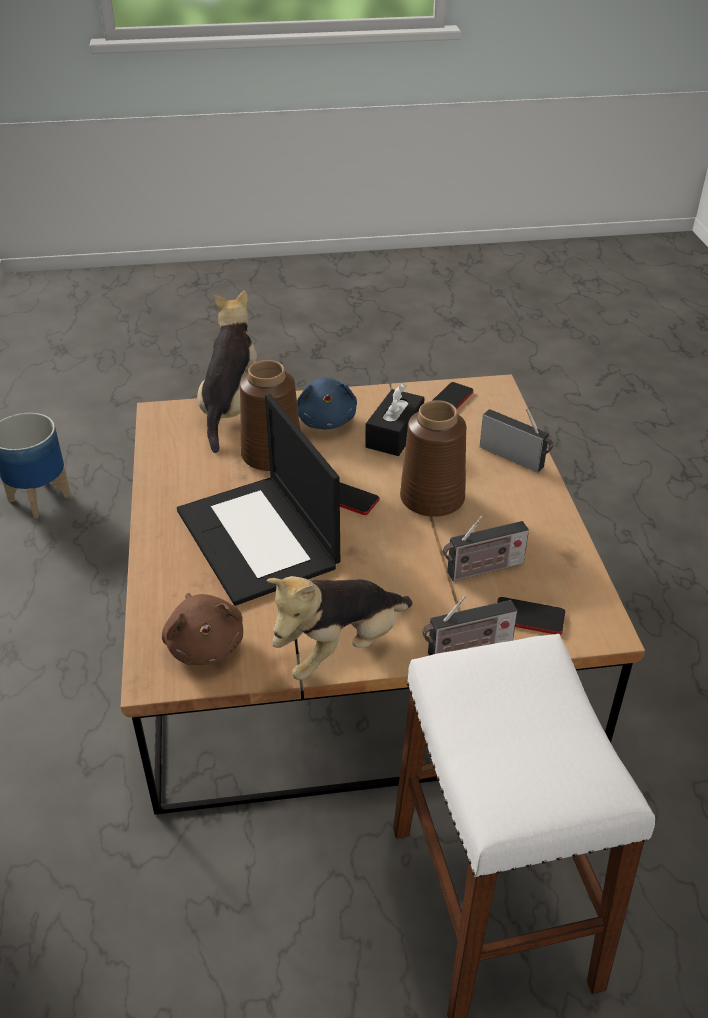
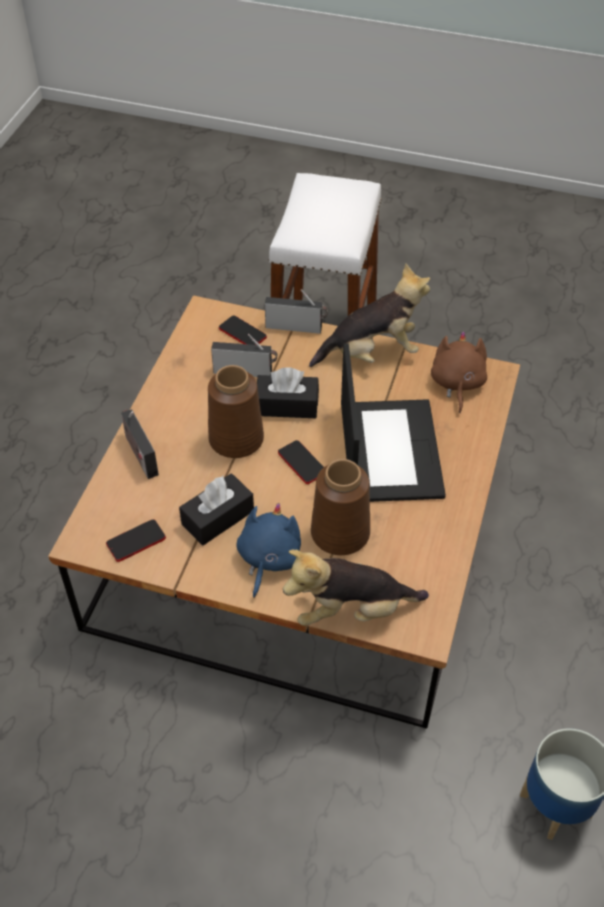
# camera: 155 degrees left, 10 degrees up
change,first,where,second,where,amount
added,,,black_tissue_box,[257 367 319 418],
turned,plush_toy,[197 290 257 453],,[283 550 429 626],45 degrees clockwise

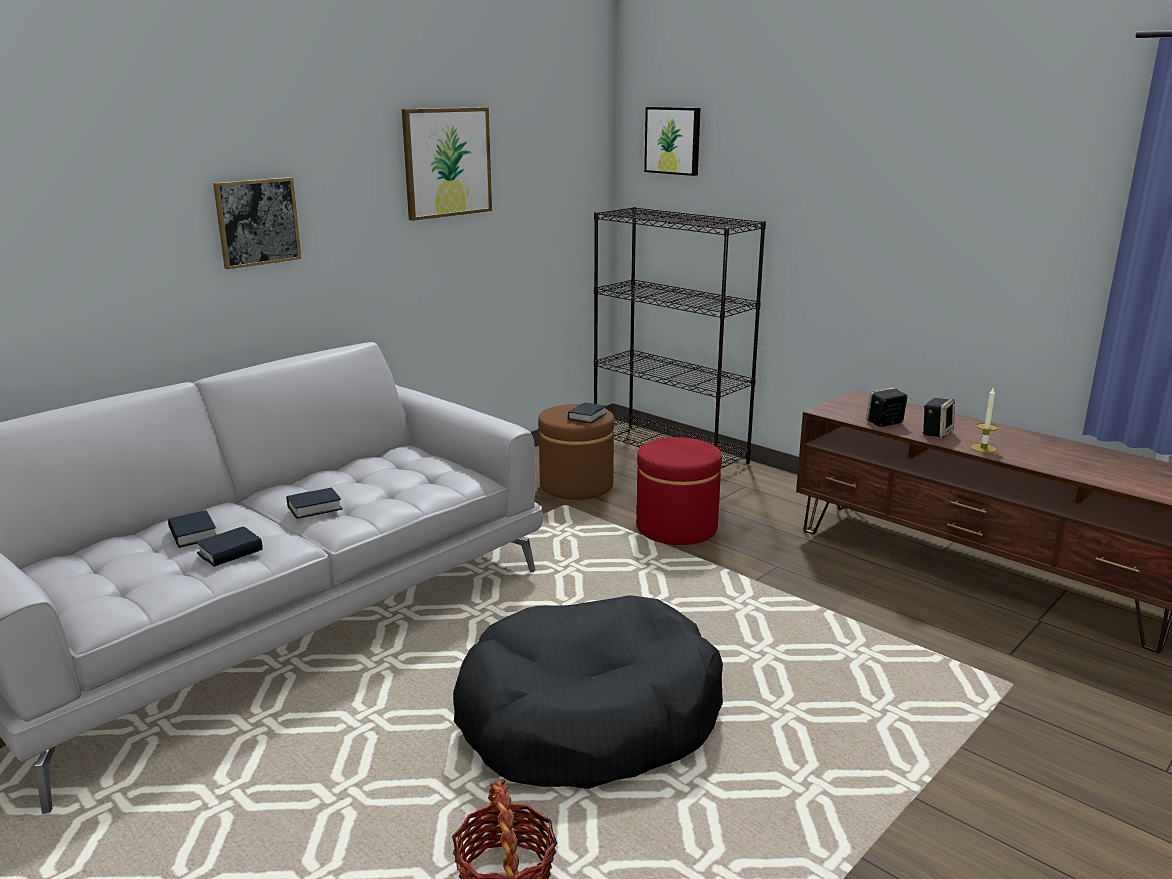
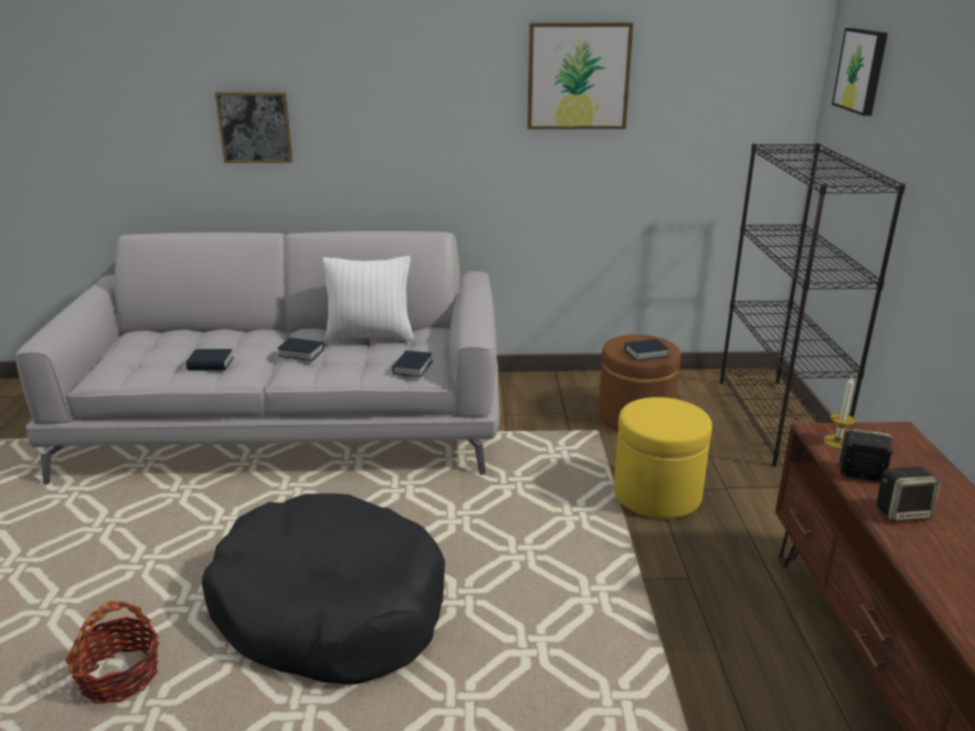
# camera: 45 degrees right, 5 degrees up
change,first,where,second,where,amount
moved,picture,[213 177 302 269],,[215 92 293 163],
added,,,white_pillow,[322 256 414 342],
moved,book,[168 510 216 548],,[392 351 433 377],
recoloured,red_ottoman,[636 437 722 545],yellow_ottoman,[614 397 712 519],
moved,candle,[971 388 998 453],,[823 377 856 449],

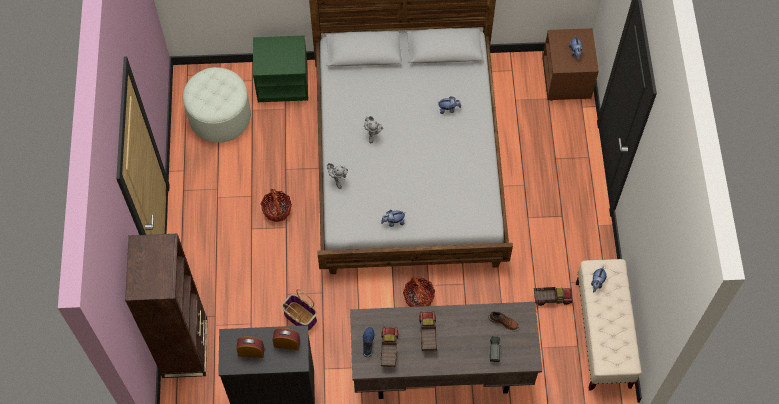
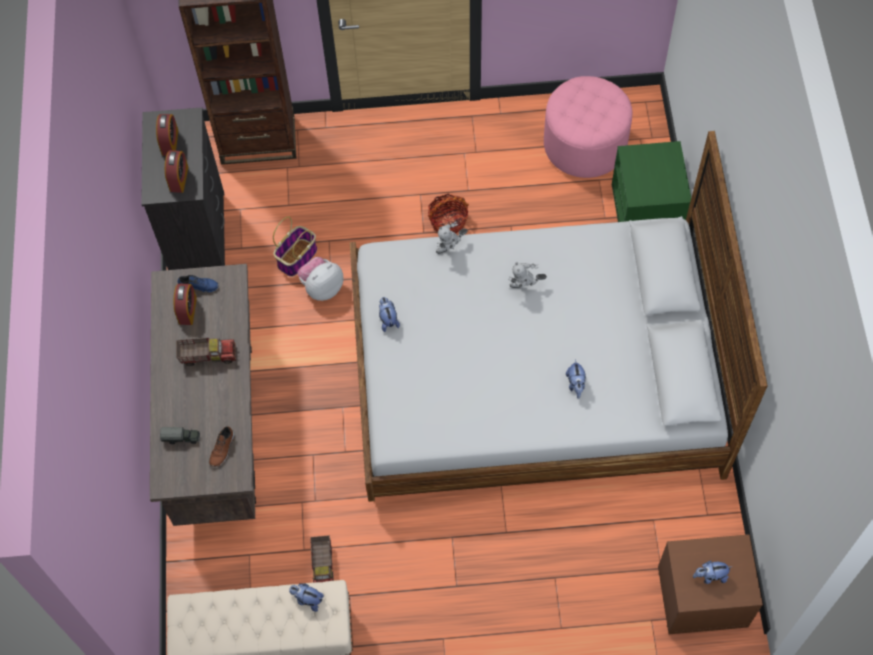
# camera: 90 degrees right, 0 degrees up
change,first,where,second,where,amount
replaced,toy_truck,[381 327 398 367],alarm_clock,[174 283 197 325],
added,,,plush_toy,[297 257 344 301],
recoloured,white_ottoman,[183 67 251 143],pink_ottoman,[544 76 632 178],
removed,basket,[403 277 435 307],,,

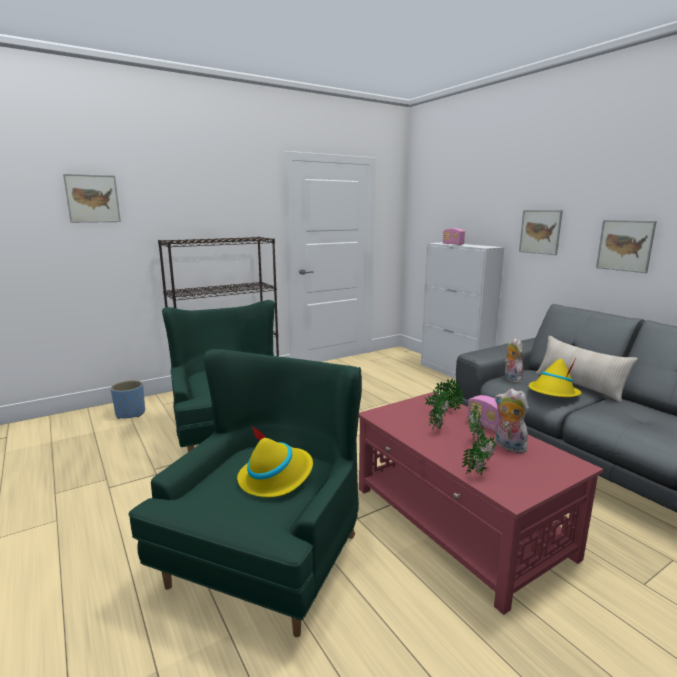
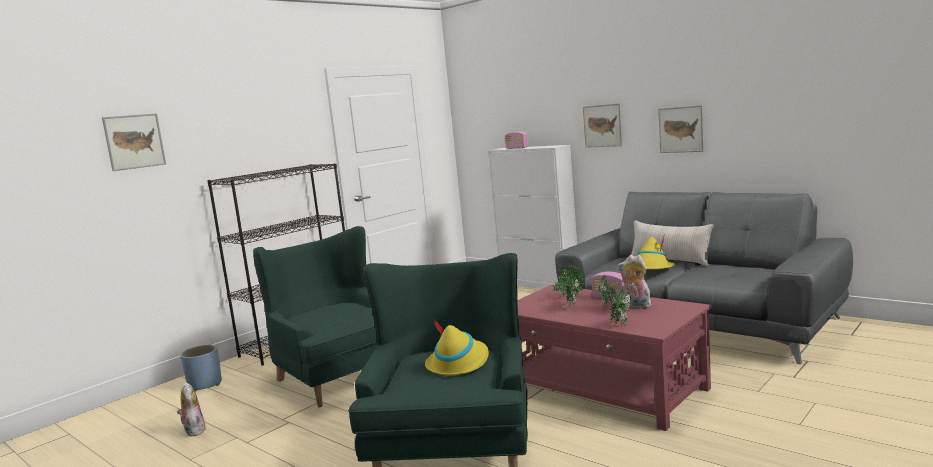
# camera: 15 degrees left, 5 degrees down
change,first,where,second,where,amount
moved,plush_toy,[505 338 524 383],,[177 382 206 436],

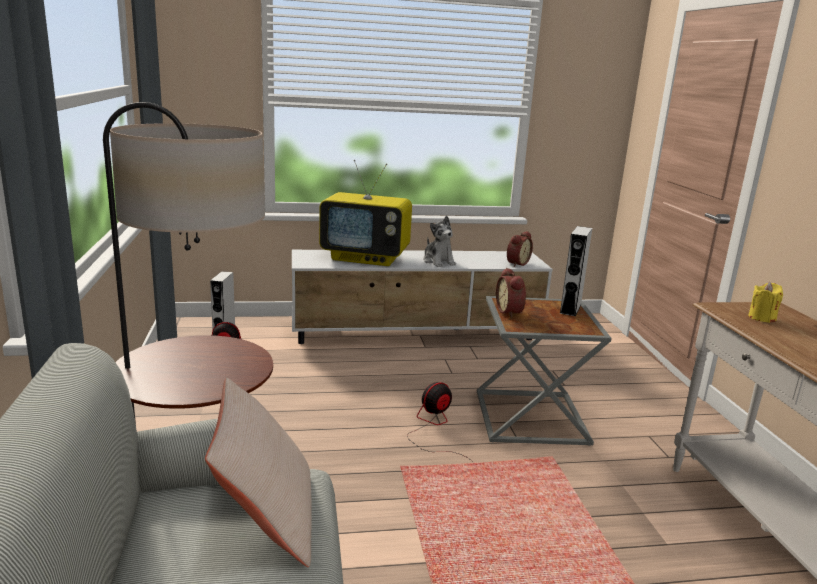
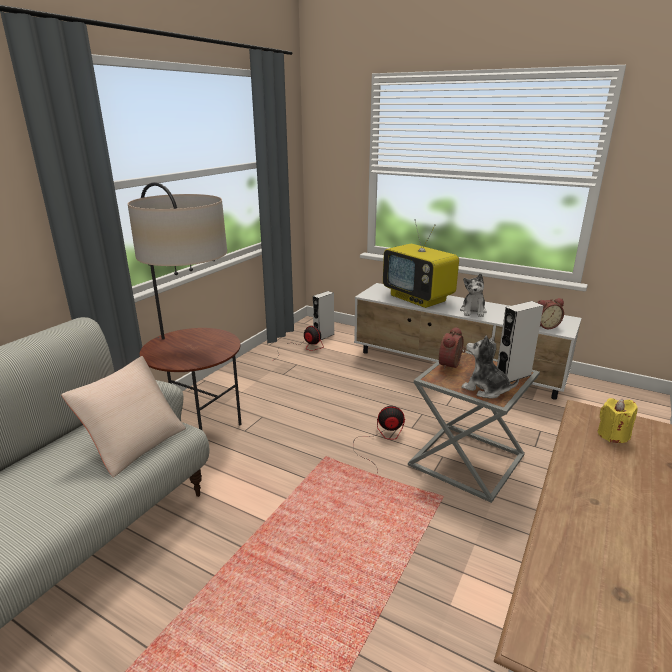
# camera: 40 degrees right, 5 degrees up
change,first,where,second,where,amount
added,,,plush_toy,[462 335 519 399],

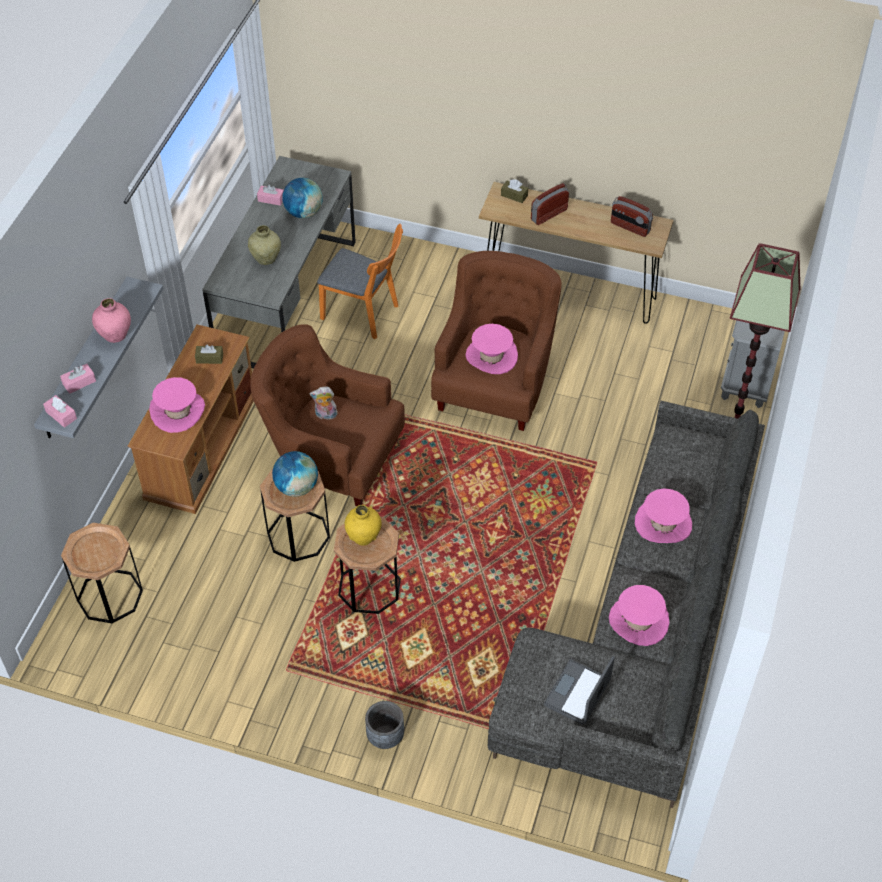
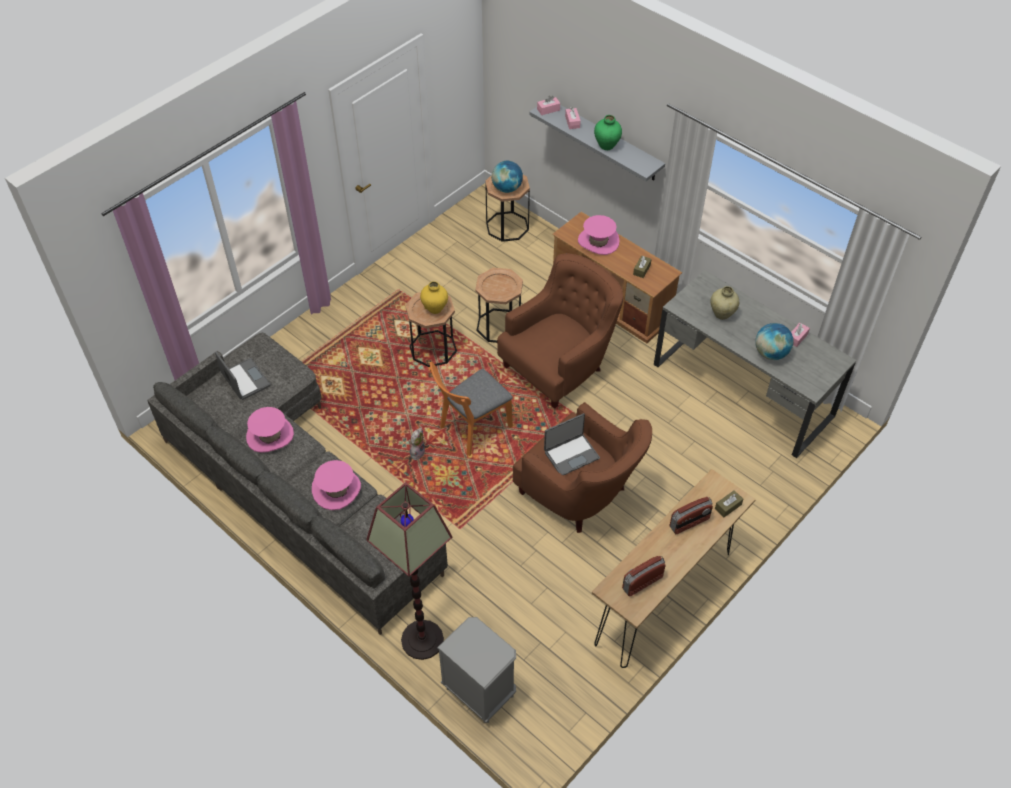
# camera: 115 degrees right, 0 degrees up
change,first,where,second,where,amount
moved,plush_toy,[309 387 338 420],,[409 428 425 460],
moved,orange_chair,[317 224 403 340],,[429 362 513 456],
moved,globe,[272 451 318 497],,[491 161 523 193],
replaced,pink_hat,[466 324 518 374],laptop,[544 413 600 475],
recoloured,pink_vase,[92 298 131 343],green_vase,[594 115 622 150],
turned,radio,[531 183 569 225],,[670 497 713 534],75 degrees clockwise
removed,grey_planter,[365 701 404 749],,,

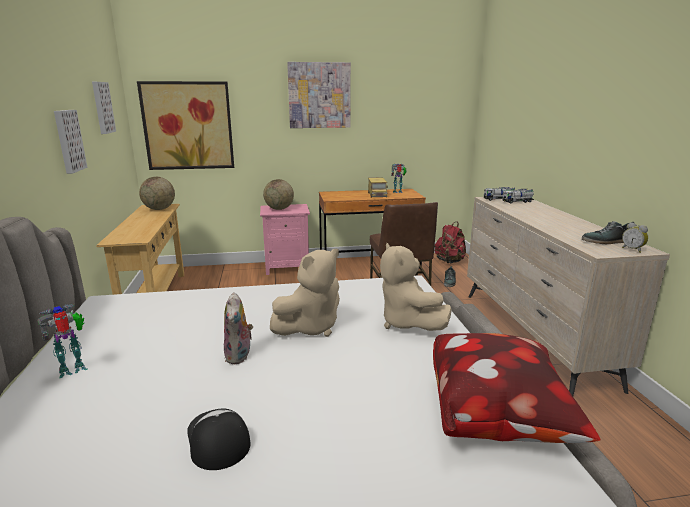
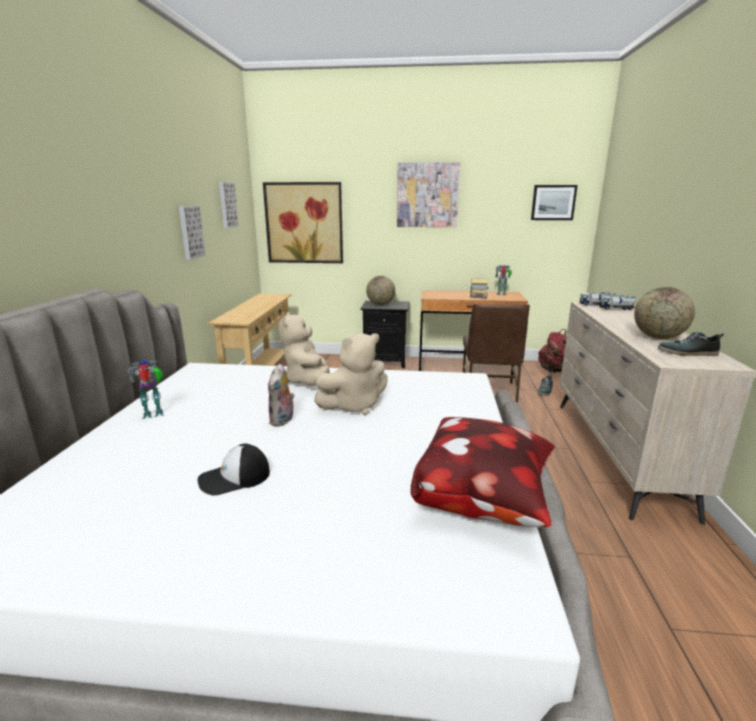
# camera: 15 degrees right, 0 degrees up
change,first,where,second,where,amount
turned,cap,[187 409 250 470],,[198 444 270 496],105 degrees counterclockwise
moved,beige_plush_toy,[380 243 452 331],,[279 312 330 386],
recoloured,pink_nightstand,[260 204 310 275],black_nightstand,[361 301 409 368],
added,,,picture,[531 185 578 220],
moved,globe,[139 177 175 210],,[634 287 695 339],
removed,alarm_clock,[622 222 648 253],,,

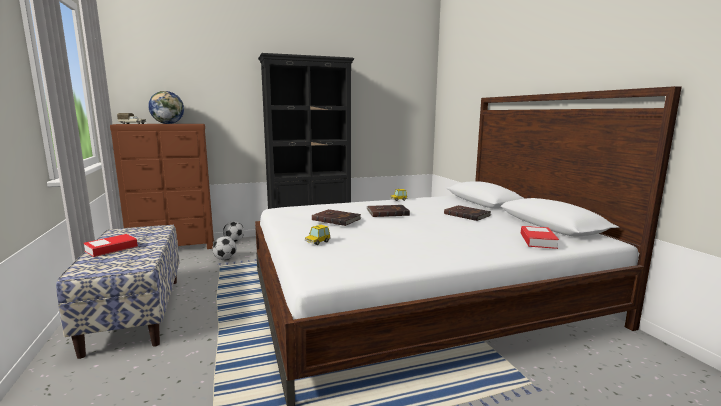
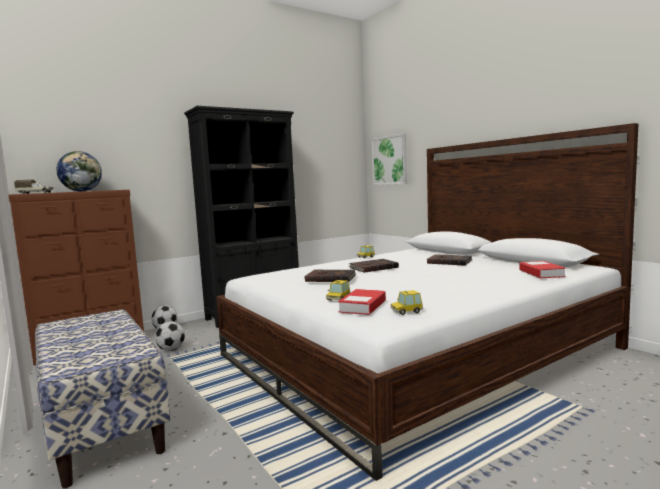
# camera: 15 degrees left, 5 degrees down
change,first,where,second,where,amount
moved,book,[83 234 138 257],,[338 289 386 315],
added,,,picture,[372 133 407 185],
added,,,toy_car,[391 290 423 315],

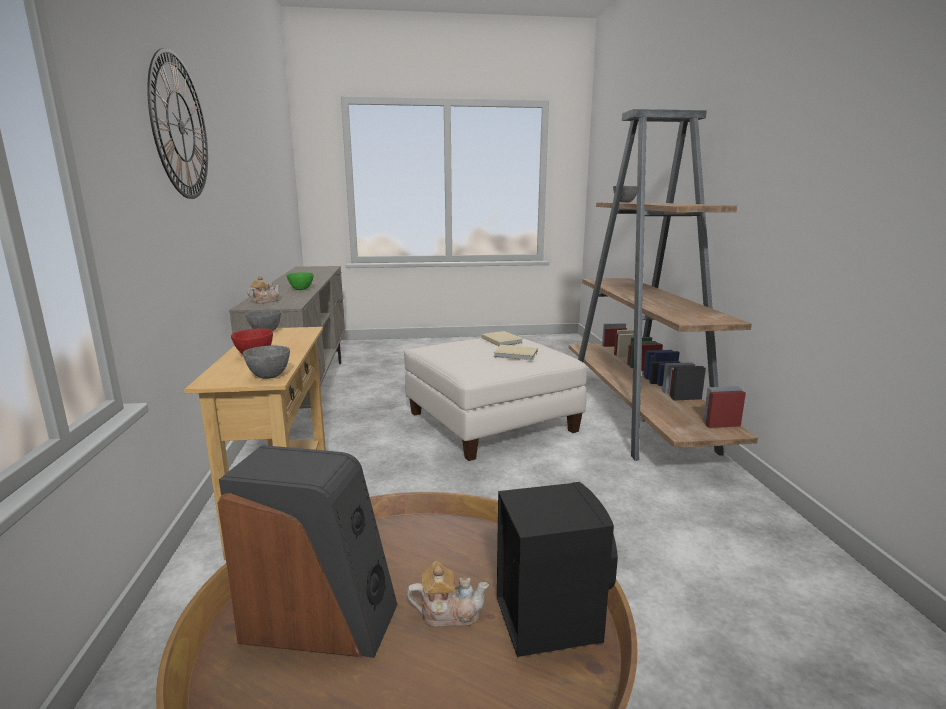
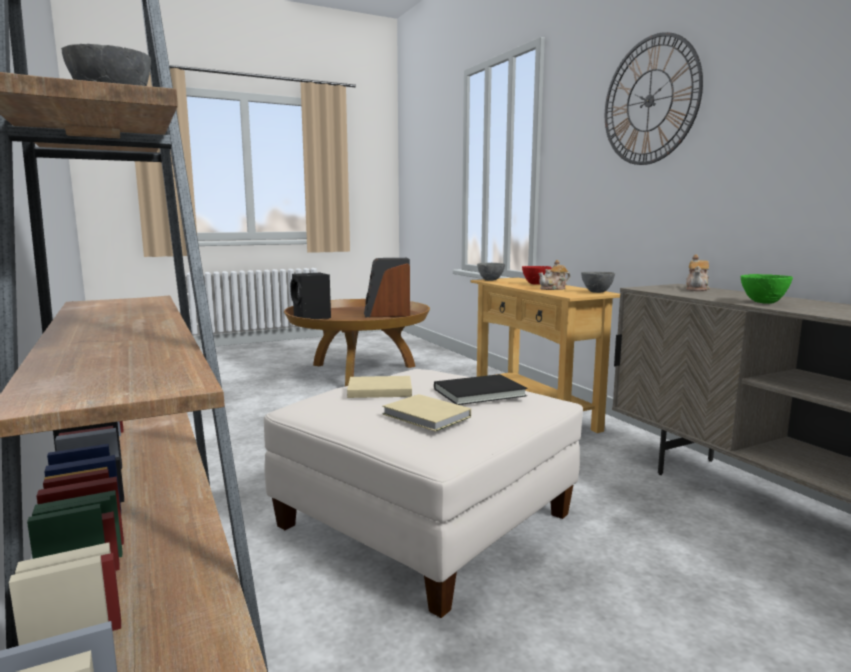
# camera: 160 degrees right, 5 degrees down
change,first,where,second,where,amount
added,,,black_book,[434 374 527 405],
moved,teapot,[407 561 489 627],,[538 260 571 290],

